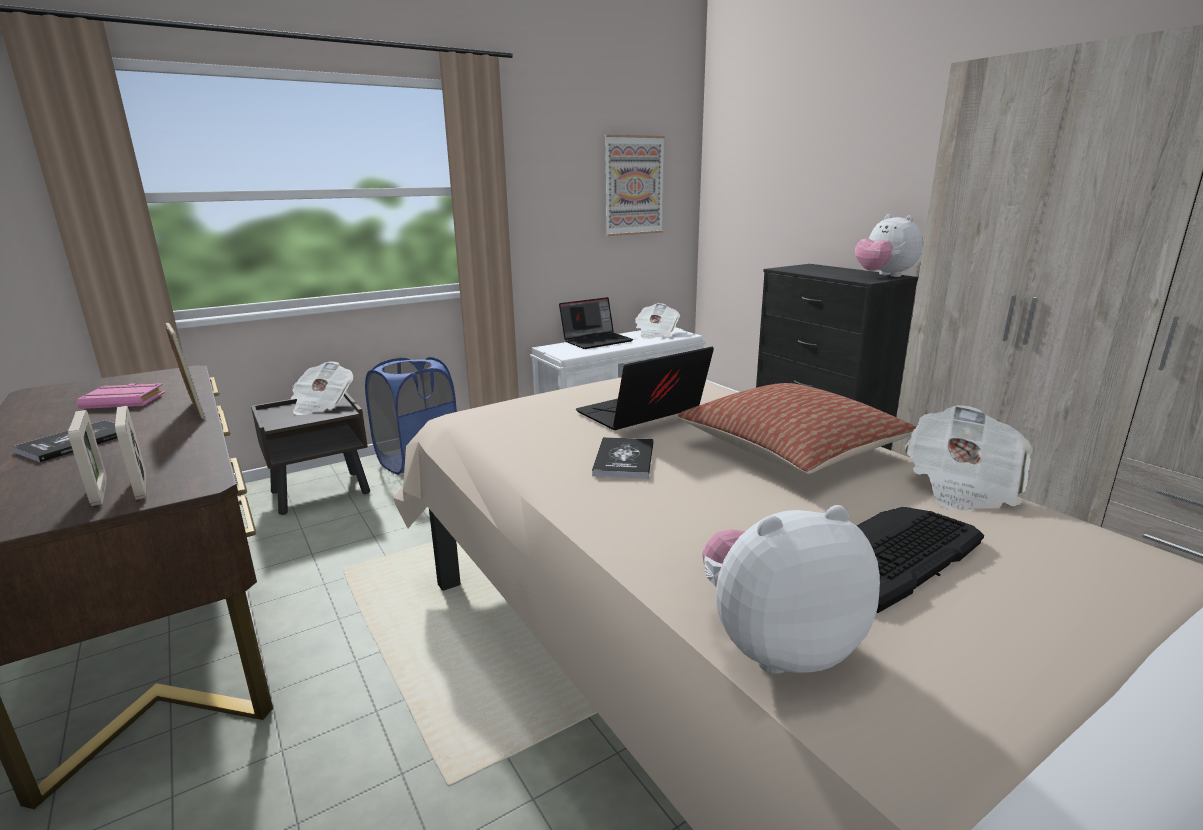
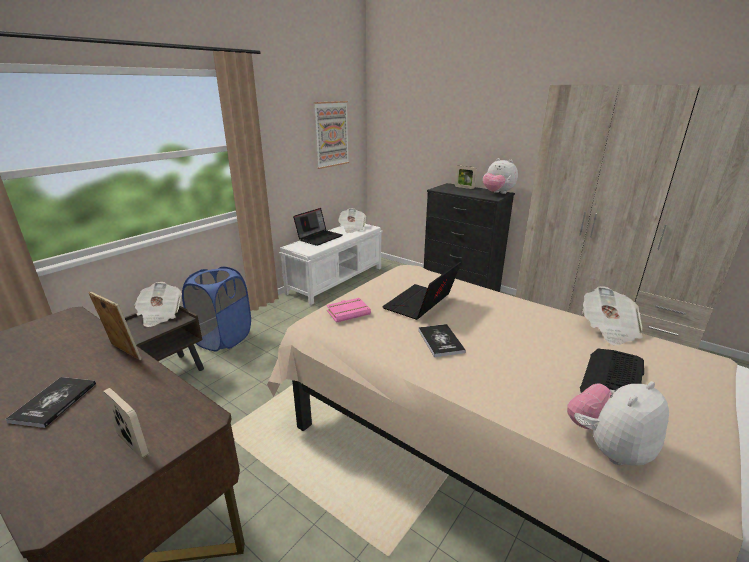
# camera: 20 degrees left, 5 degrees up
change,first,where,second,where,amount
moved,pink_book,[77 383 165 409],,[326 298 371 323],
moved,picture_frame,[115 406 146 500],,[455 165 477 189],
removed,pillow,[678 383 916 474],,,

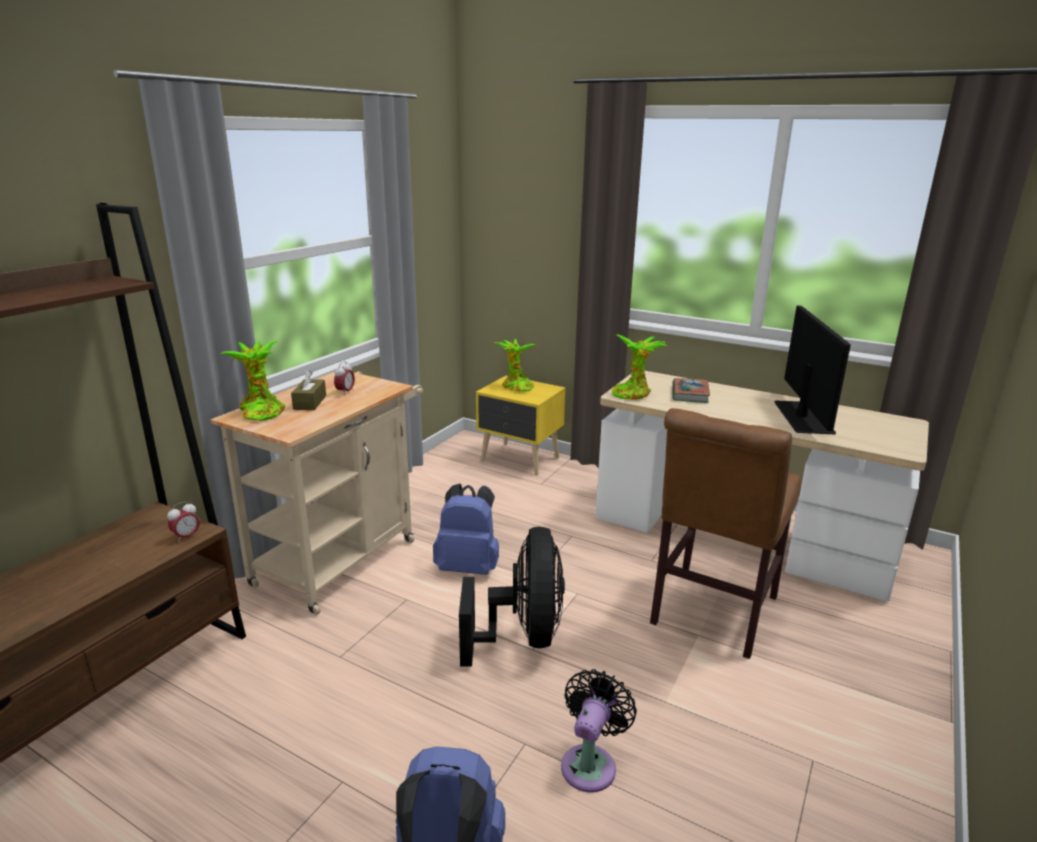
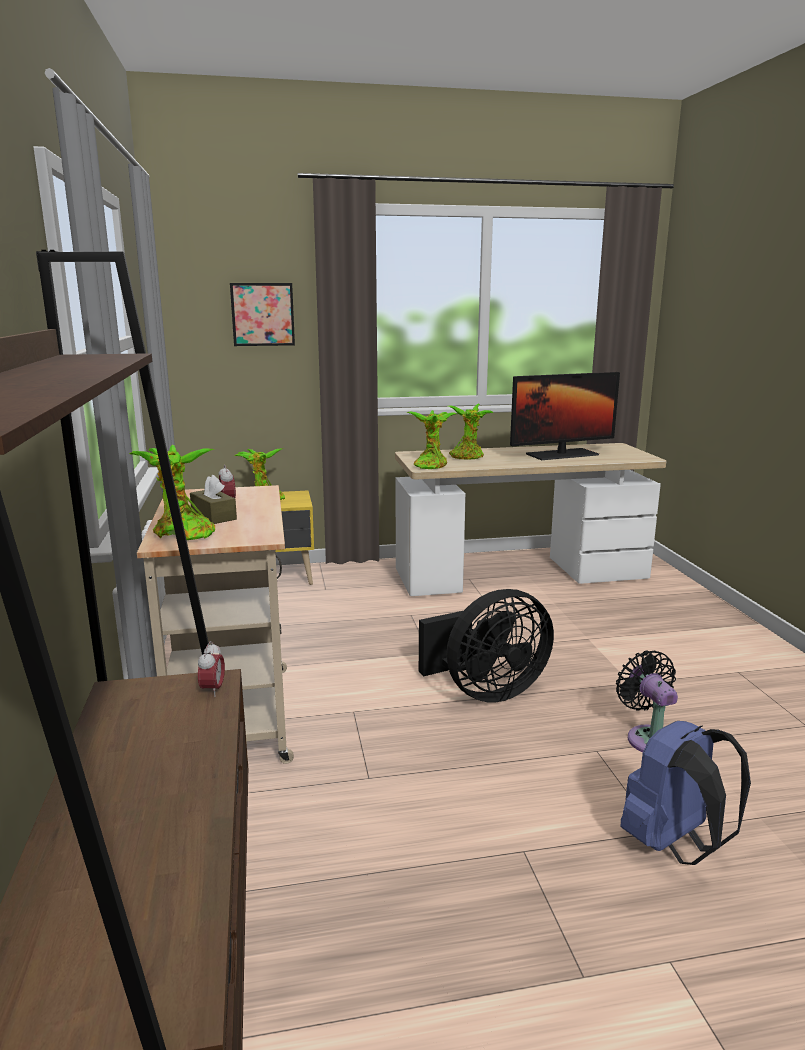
# camera: 40 degrees left, 5 degrees down
change,first,where,second,where,amount
added,,,picture,[230 283 295 346],
turned,black_fan,[459 527 565 667],,[419 589 554 703],105 degrees clockwise
replaced,book,[672 378 710 403],potted_plant,[448 404 494 460],
turned,monitor,[774 306 851 434],,[510 372 620 460],105 degrees clockwise
removed,blue_backpack,[433 484 499 575],,,
removed,brown_chair,[650 408 801 659],,,

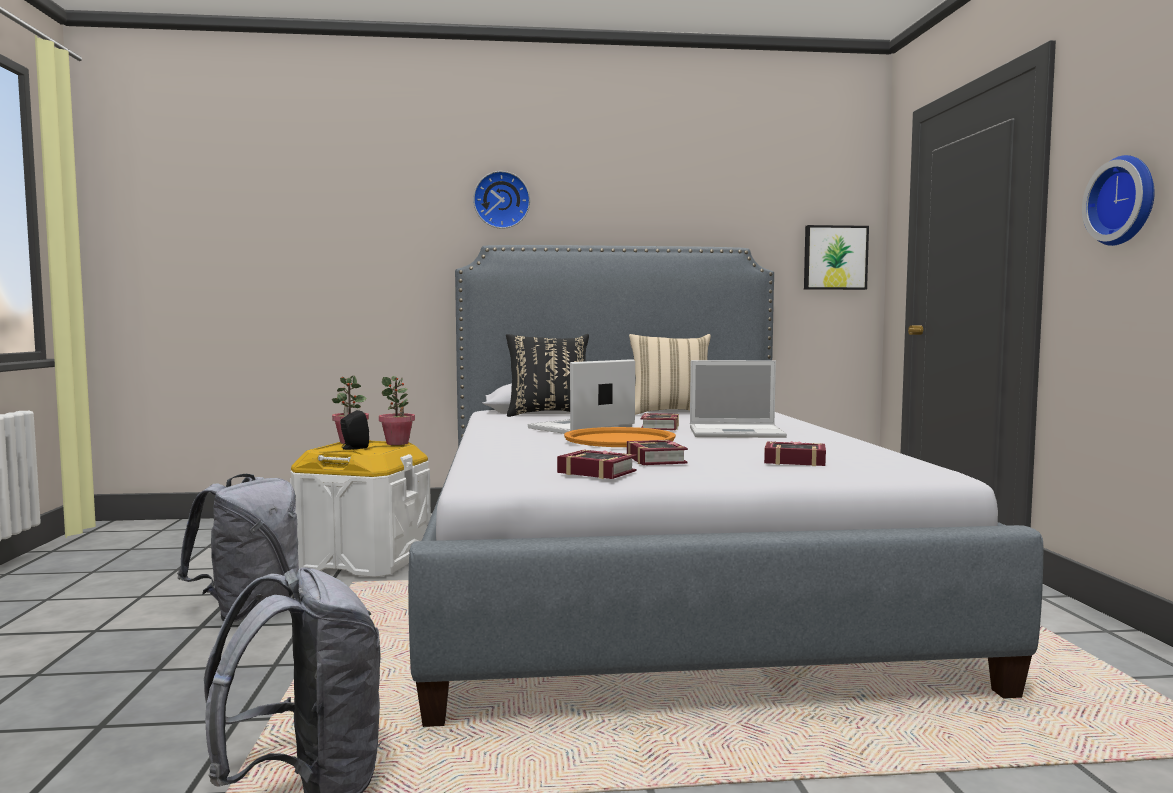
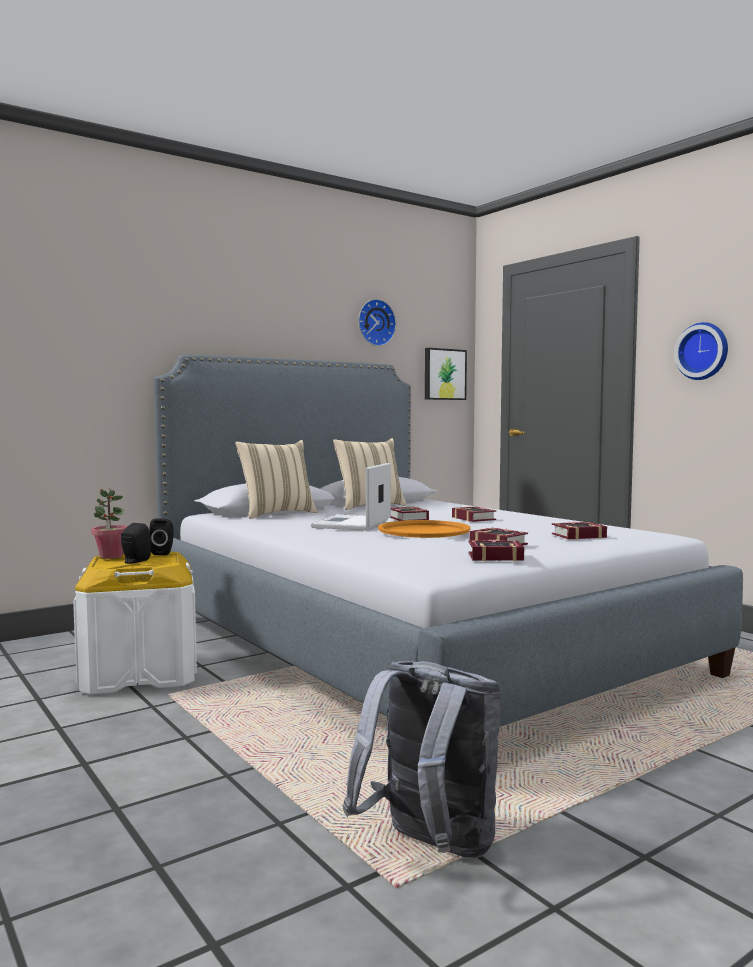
# camera: 30 degrees left, 0 degrees up
change,first,where,second,where,amount
replaced,potted_plant,[379 376 415 445],black_speaker,[149 519 174 555],
recoloured,black_pillow,[506 334 589 417],beige_pillow,[235 440 318 519],
moved,wall_clock,[473 171 530 229],,[358 299 396 346],
replaced,laptop,[690 360 787 438],book,[452 506 496 522],
removed,grey_backpack,[177 474 299 622],,,

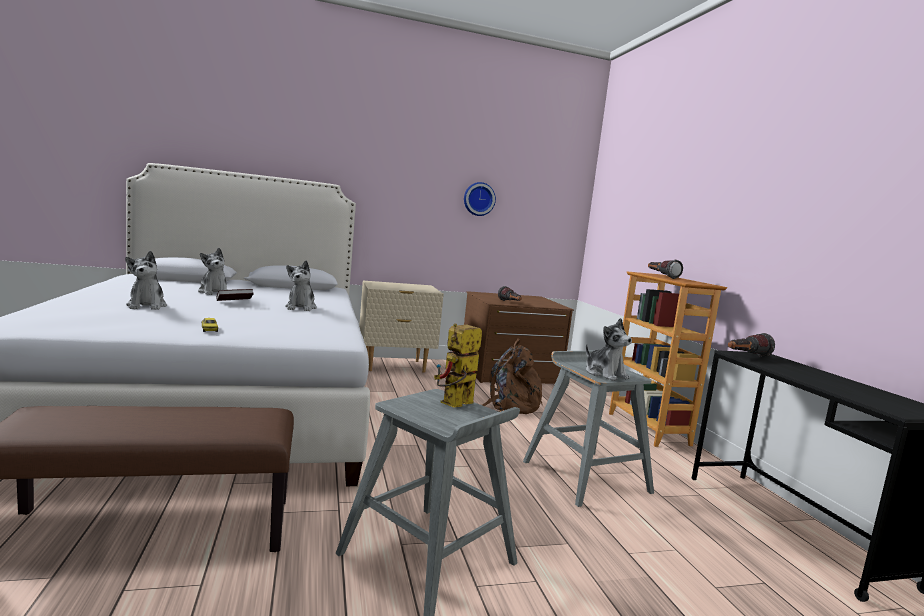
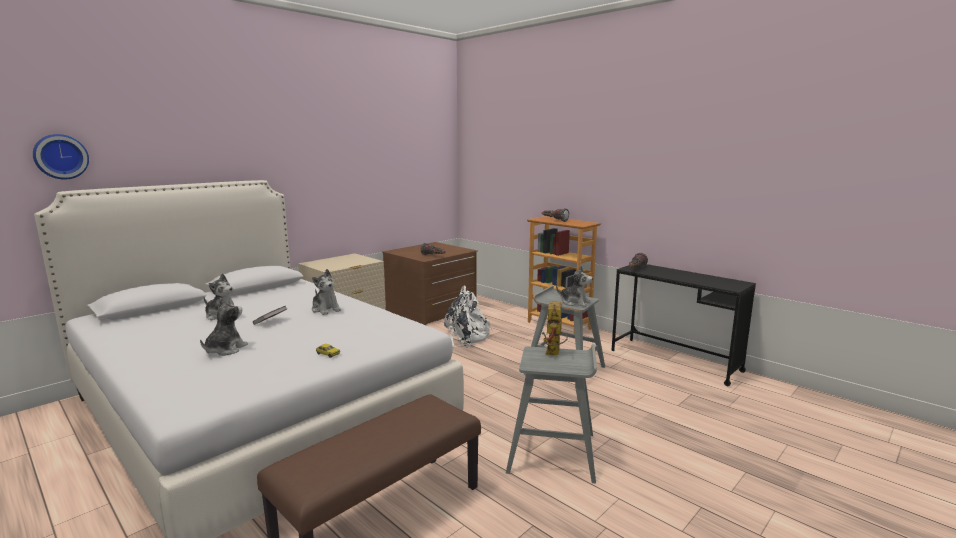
# camera: 30 degrees left, 5 degrees up
change,first,where,second,where,amount
moved,wall_clock,[464 182 496 216],,[33 134 89 179],
turned,plush_toy,[125 251 167 310],,[200 298 248 356],105 degrees counterclockwise
recoloured,brown_backpack,[482 338 543 414],white_backpack,[444 286 493 347],

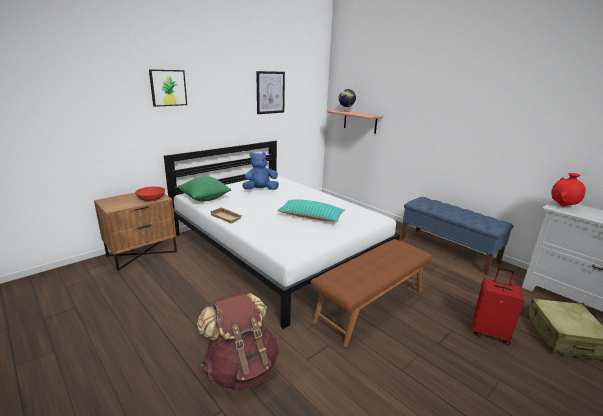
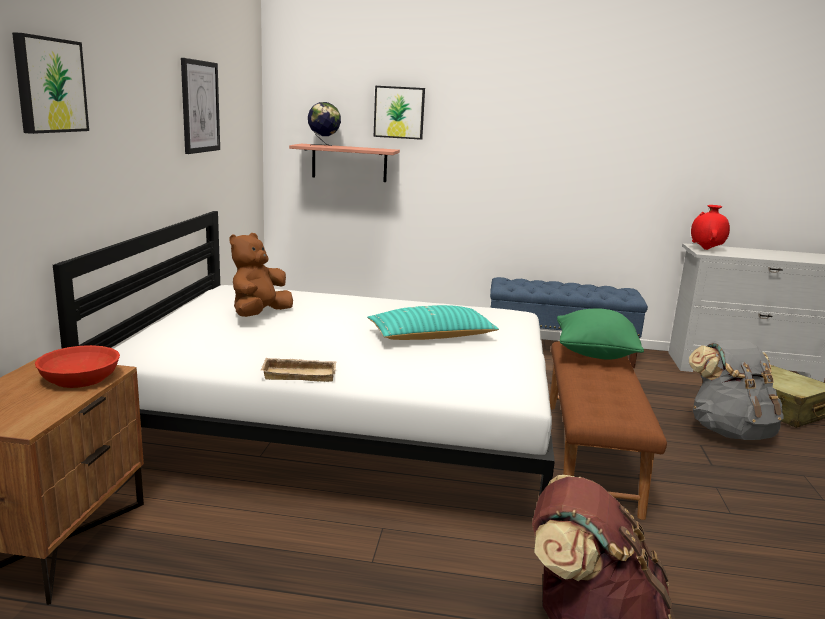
# camera: 40 degrees left, 5 degrees down
change,first,where,second,where,amount
recoloured,blue_plush_toy,[242 152 279 190],brown_plush_toy,[230 233 293 317],
added,,,picture,[374 86 425 140],
moved,green_pillow,[178 176 231 202],,[557 309 644 360],
replaced,red_suitcase,[473 267 524 345],grey_backpack,[689 340 784 440],

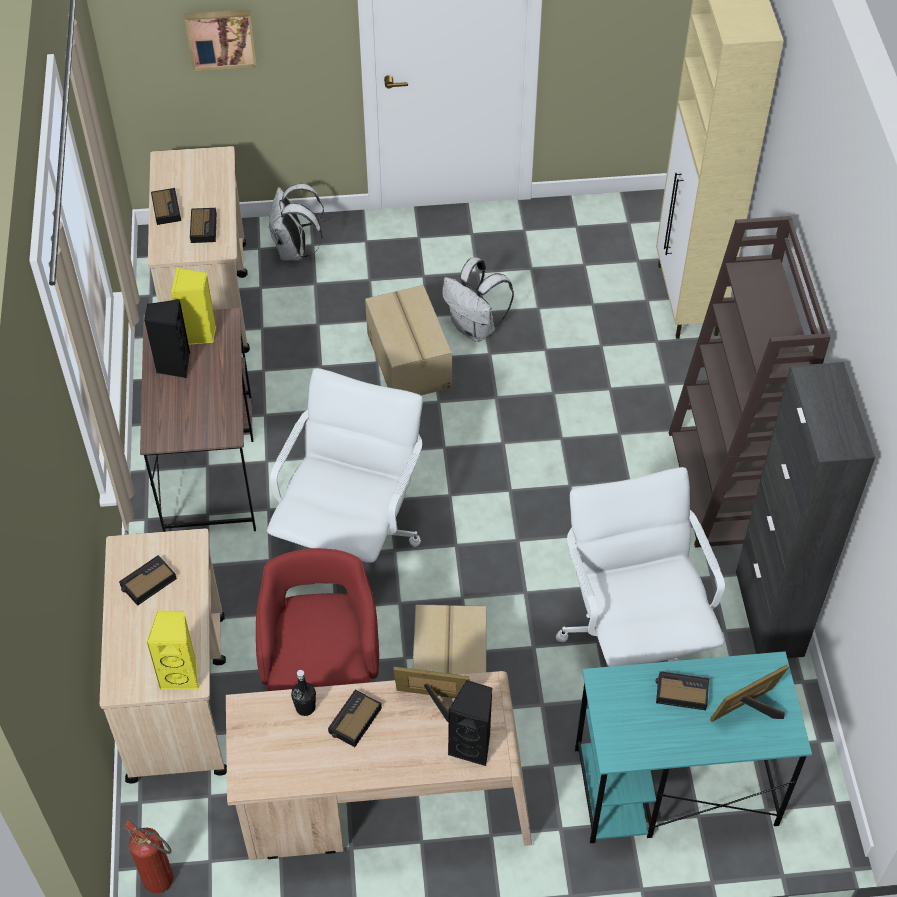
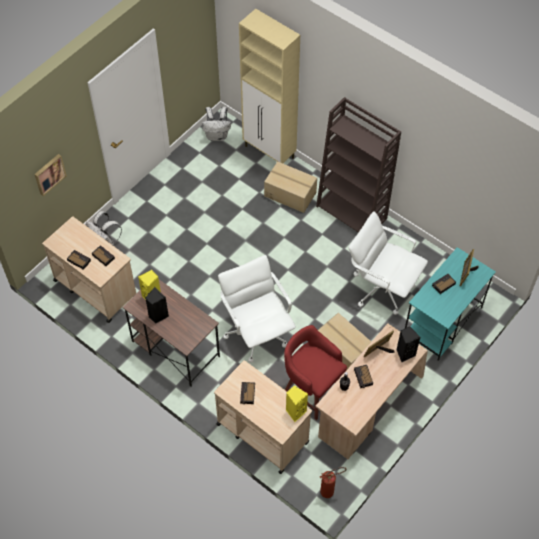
# camera: 45 degrees left, 5 degrees up
change,first,where,second,where,amount
moved,white_backpack,[442 257 514 342],,[202 106 231 141],
moved,cardboard_box,[365 285 452 395],,[264 161 317 213],
removed,black_cabinet,[736 362 875 658],,,

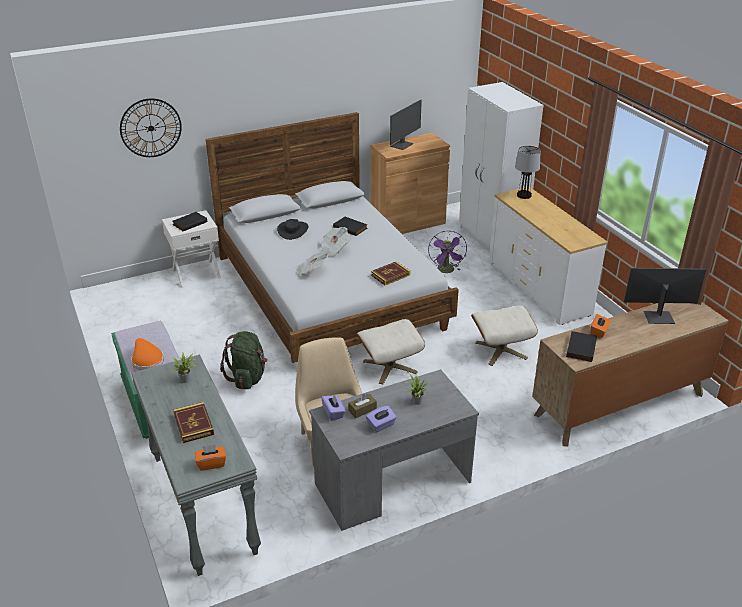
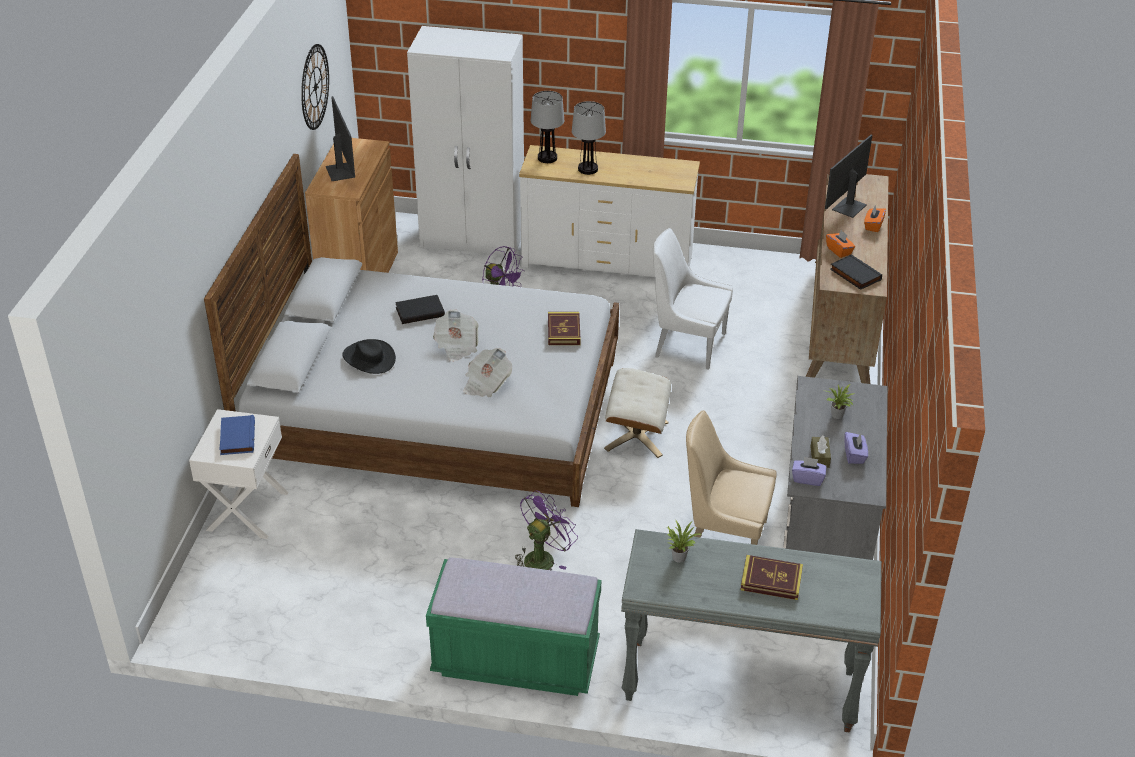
# camera: 55 degrees left, 5 degrees up
change,first,where,second,where,amount
recoloured,black_book,[172 212 207 231],blue_book,[219 415 255 455],
moved,wall_clock,[120 98 182 157],,[301 44 329 130],
replaced,green_backpack,[220 331 268 390],purple_fan,[515 490 578 571],
added,,,table_lamp,[572 101 606 175],
replaced,beige_ottoman,[471 305 538 366],white_chair,[653 228 733 370],
moved,orange_tissue_box,[195 444 226 471],,[864 206 886 232],
removed,orange_hat,[131 338 164 370],,,

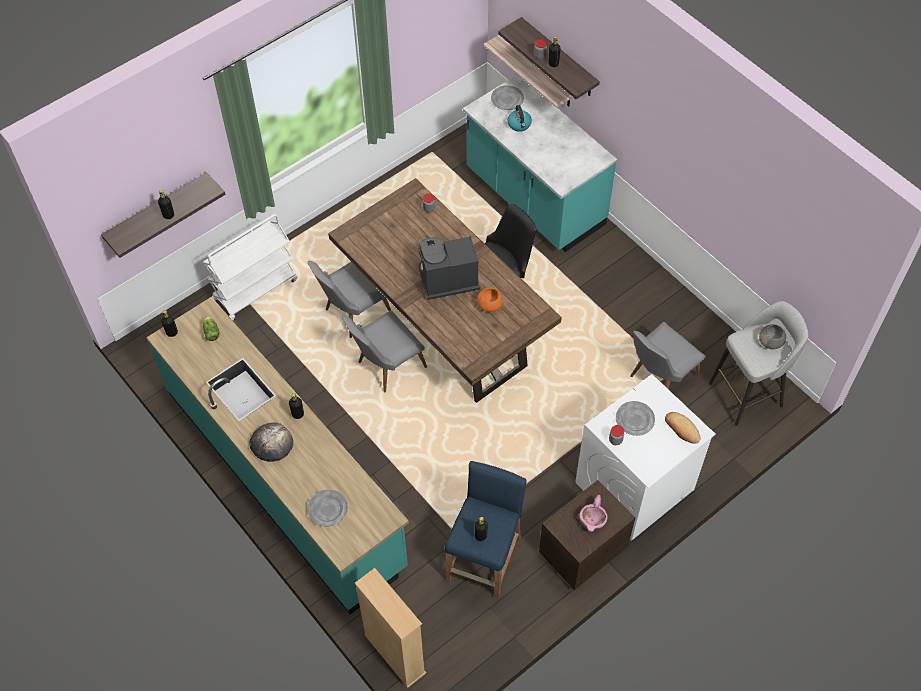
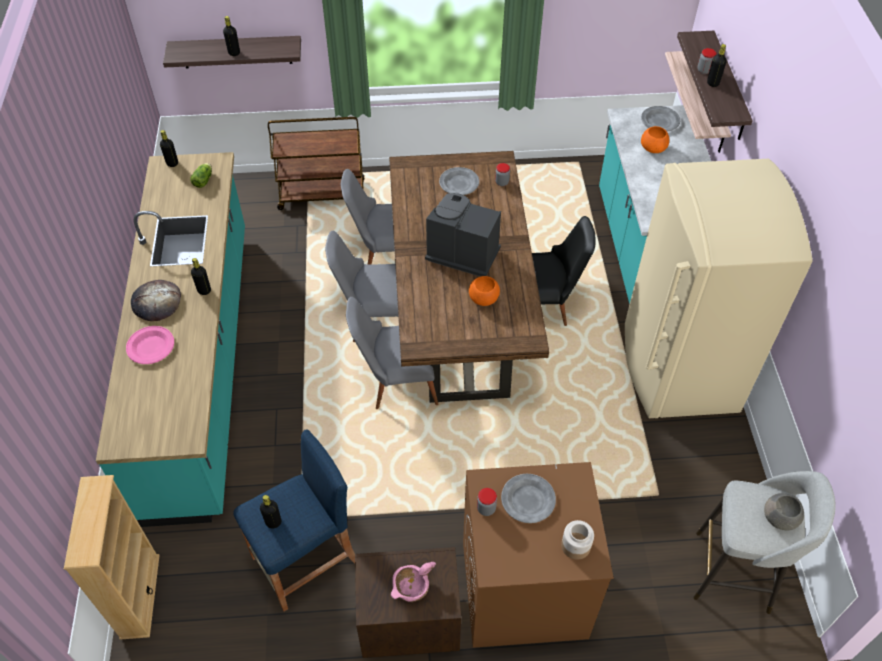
# camera: 35 degrees right, 5 degrees down
change,first,where,second,where,amount
added,,,pink_plate,[126 326 174 364],
recoloured,white_cart,[203 214 297 321],brown_cart,[268 117 364 210],
moved,grey_chair,[630 322 706 389],,[346 297 438 409],
moved,grey_plate,[307 489 348 527],,[439 167 479 195],
recoloured,white_washing_machine,[575 374 716 540],brown_washing_machine,[463 462 614 648],
replaced,bread,[665 412 700 444],jar,[561 520 594 560],
added,,,beige_fridge,[625 159 813 418],
replaced,kettle,[507 105 532 132],orange_bowl,[641 126 669 153],

